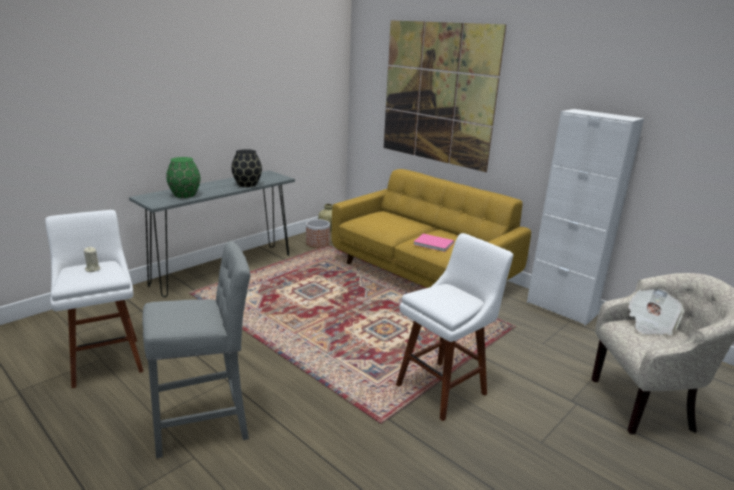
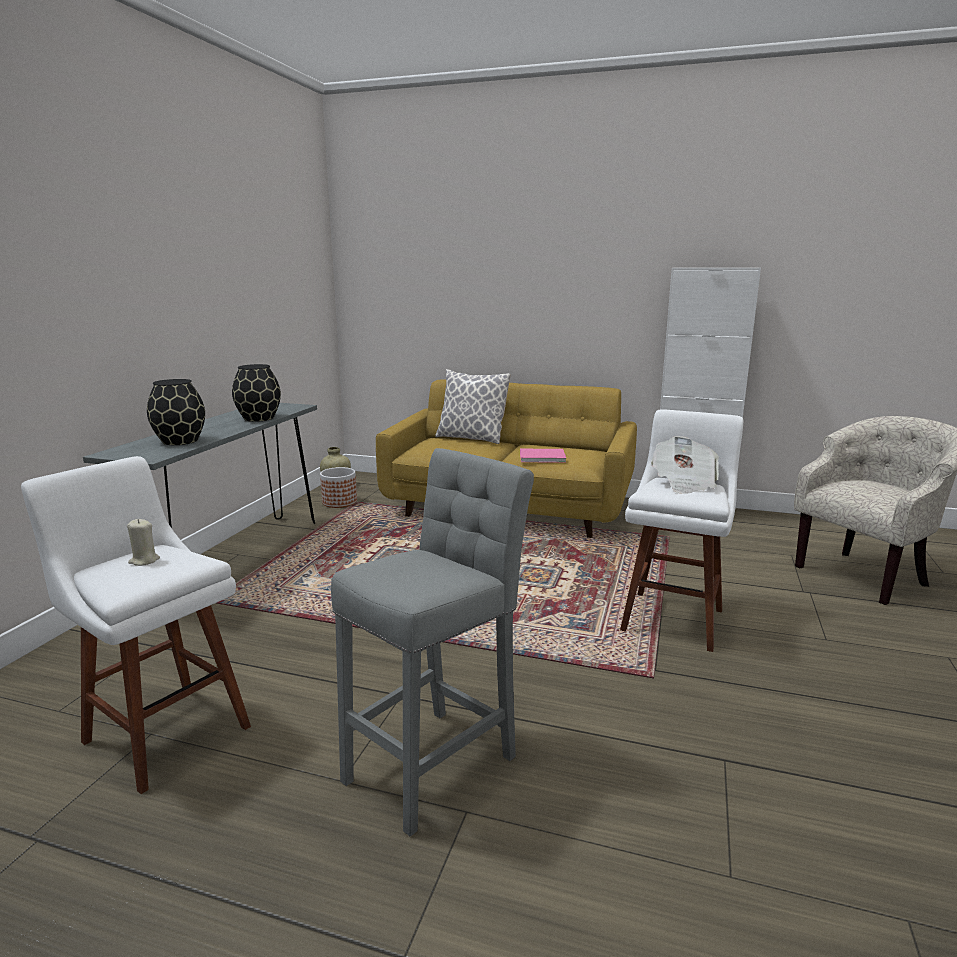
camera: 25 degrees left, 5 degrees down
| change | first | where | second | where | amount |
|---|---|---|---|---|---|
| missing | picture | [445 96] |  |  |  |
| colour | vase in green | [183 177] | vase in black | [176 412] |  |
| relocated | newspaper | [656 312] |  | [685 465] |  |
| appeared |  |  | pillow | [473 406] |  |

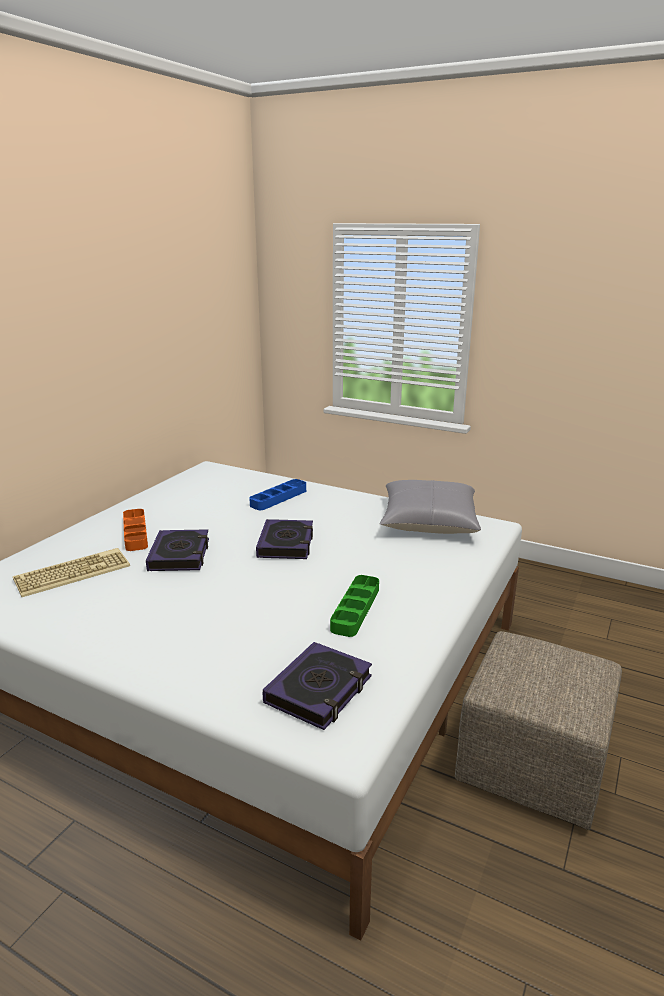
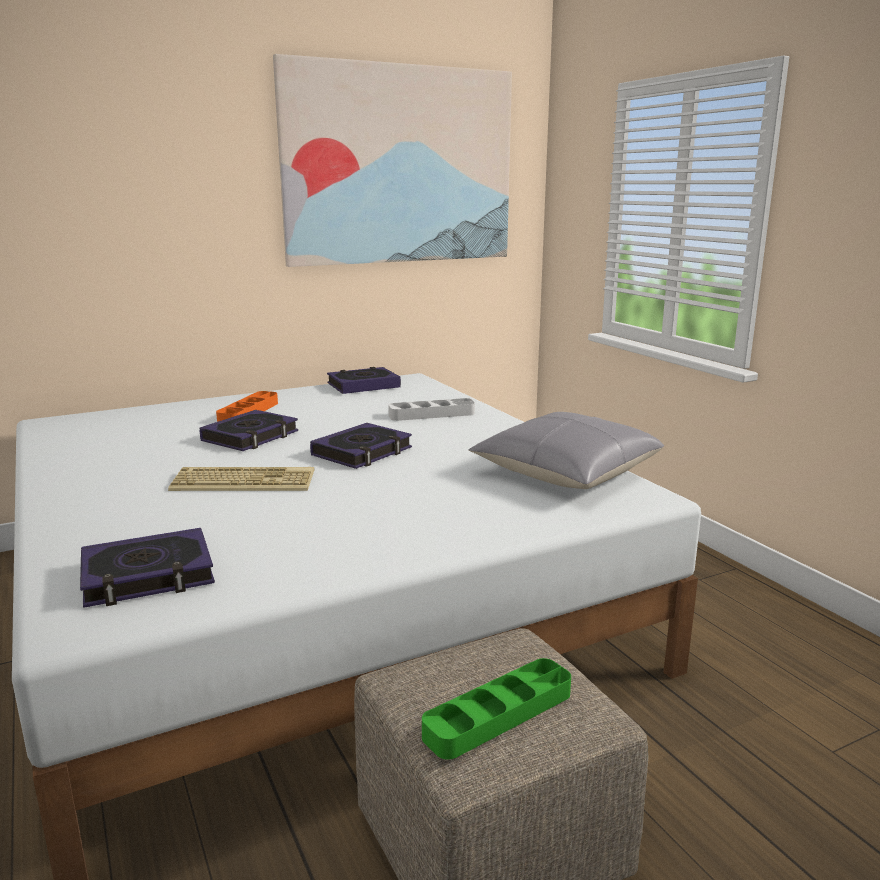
camera: 35 degrees right, 5 degrees down
| change | first | where | second | where | amount |
|---|---|---|---|---|---|
| colour | tray in blue | [277 494] | tray in grey | [431 409] |  |
| relocated | keyboard | [71 572] |  | [241 479] |  |
| relocated | tray in green | [354 606] |  | [496 709] |  |
| appeared |  |  | picture | [392 160] |  |
| appeared |  |  | book | [364 380] |  |

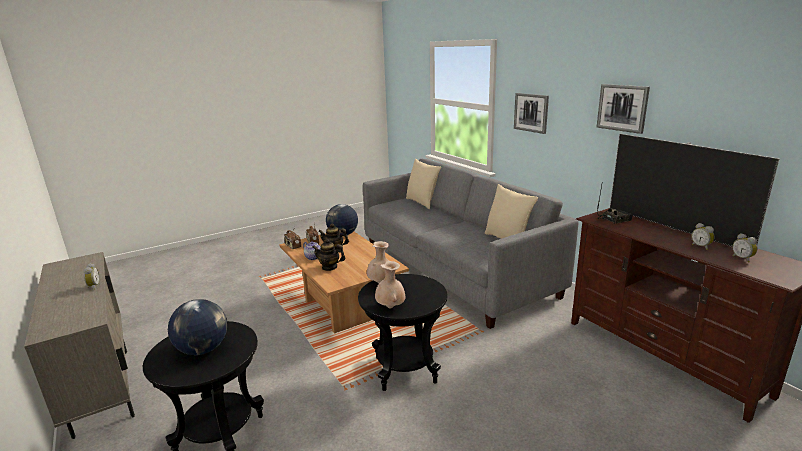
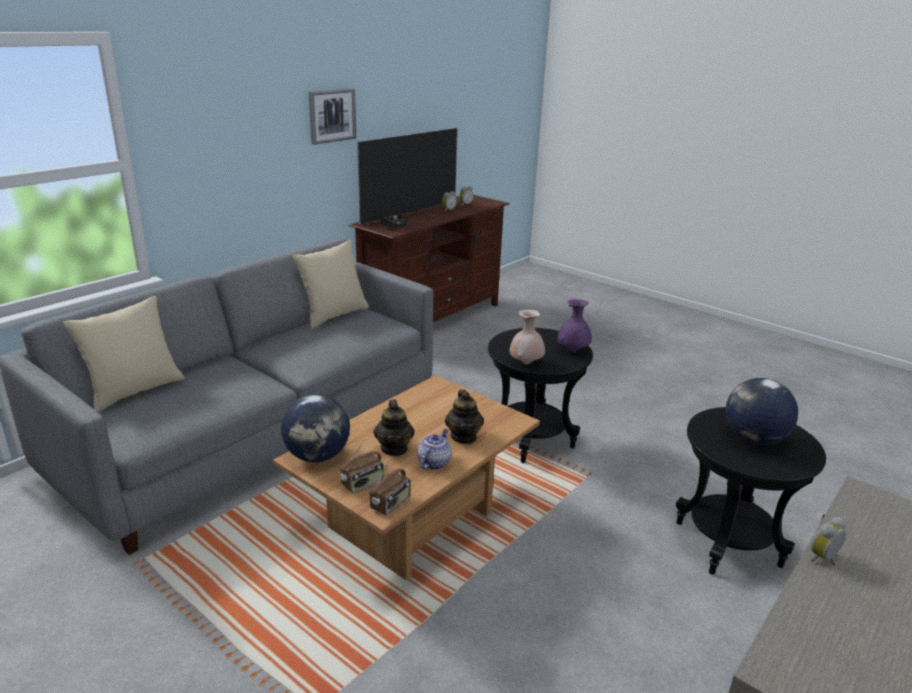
camera: 110 degrees left, 5 degrees up
| change | first | where | second | where | amount |
|---|---|---|---|---|---|
| missing | picture | [531 113] |  |  |  |
| colour | vase in beige | [390 285] | vase in purple | [574 325] |  |

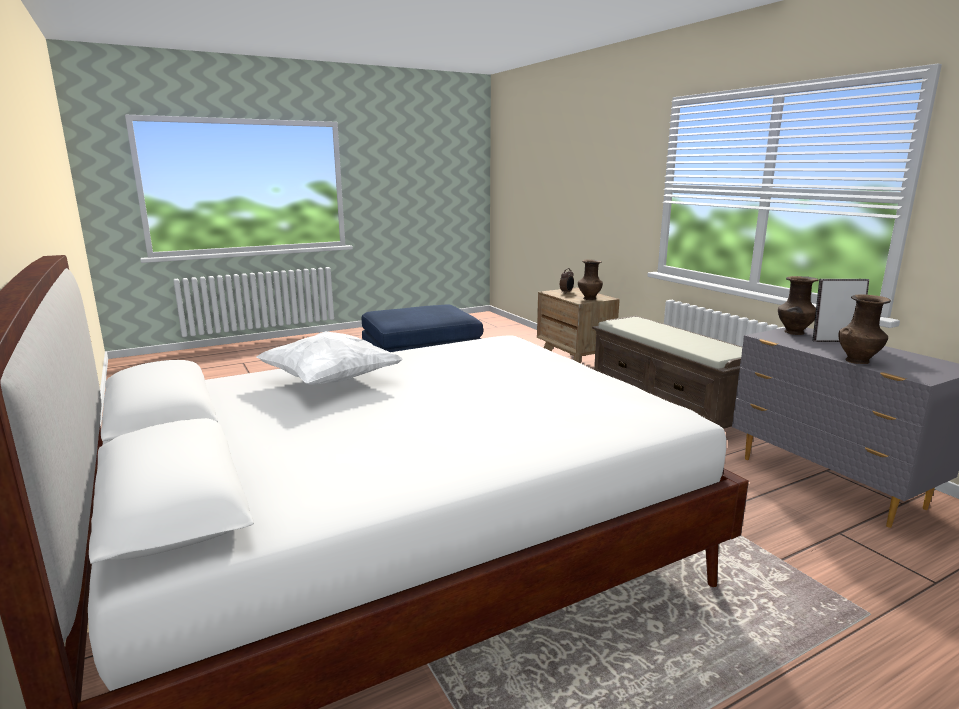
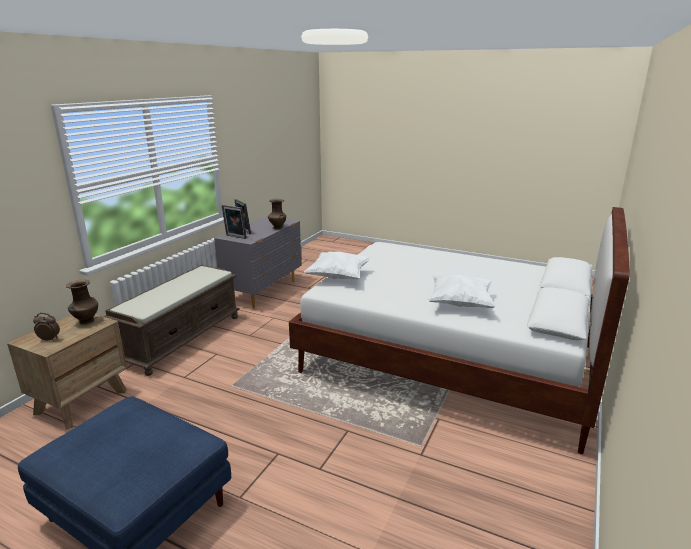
camera: 125 degrees left, 5 degrees up
| change | first | where | second | where | amount |
|---|---|---|---|---|---|
| exchanged | vase in brown | [798 305] | picture frame | [234 222] |  |
| appeared |  |  | pillow in white | [337 265] |  |

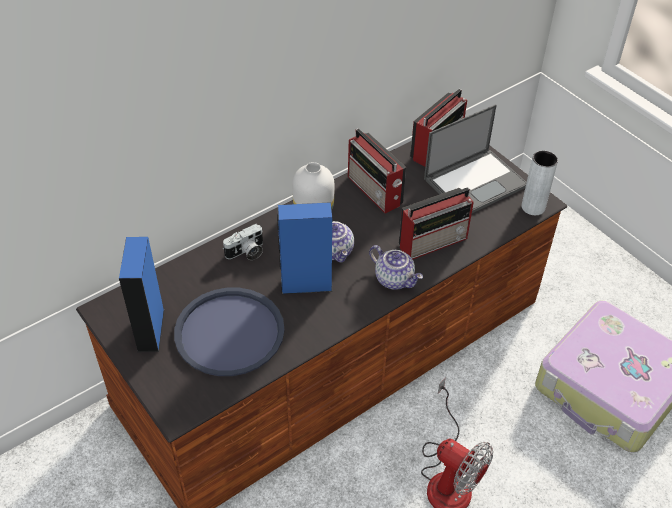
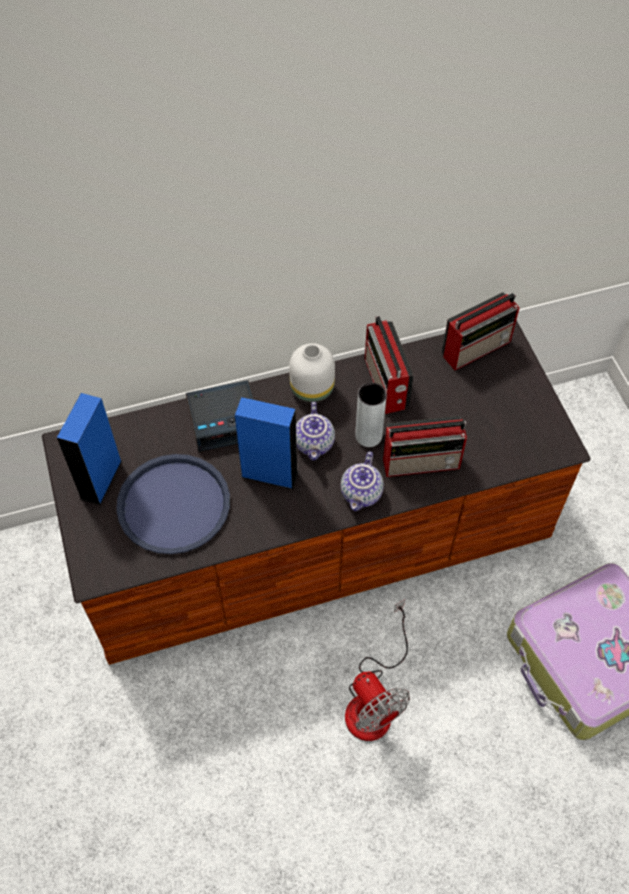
camera: 20 degrees right, 10 degrees up
| change | first | where | second | where | amount |
|---|---|---|---|---|---|
| missing | laptop | [475 158] |  |  |  |
| relocated | vase in grey | [540 183] |  | [371 415] |  |
| exchanged | photo camera | [243 242] | alarm clock | [220 416] |  |
| spun | teapot | [396 267] |  | [362 481] | 45 degrees clockwise |

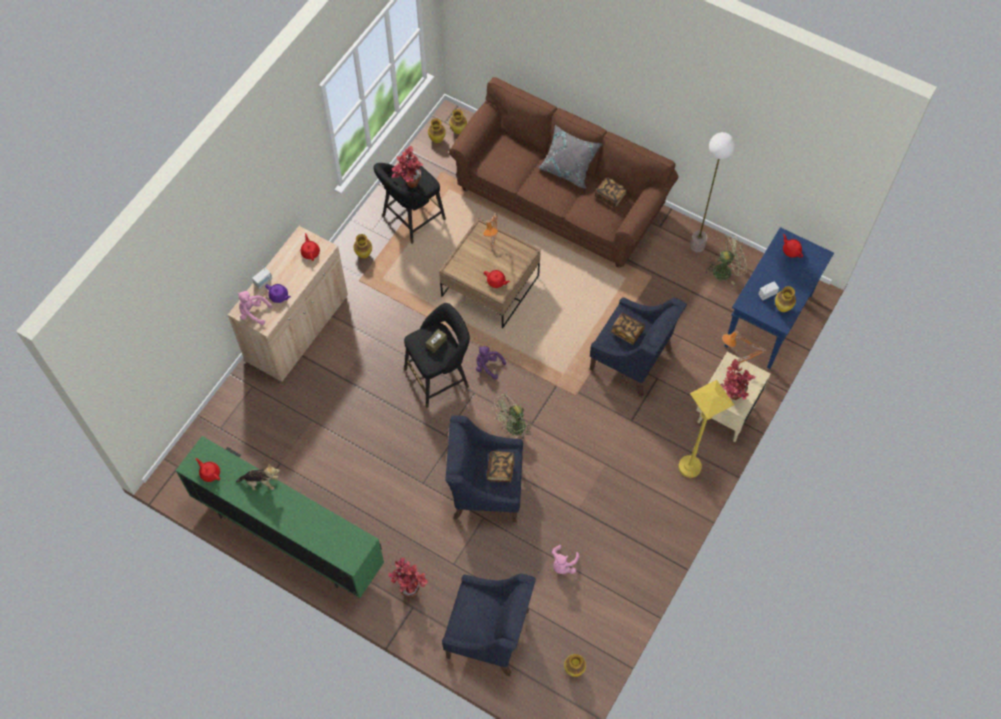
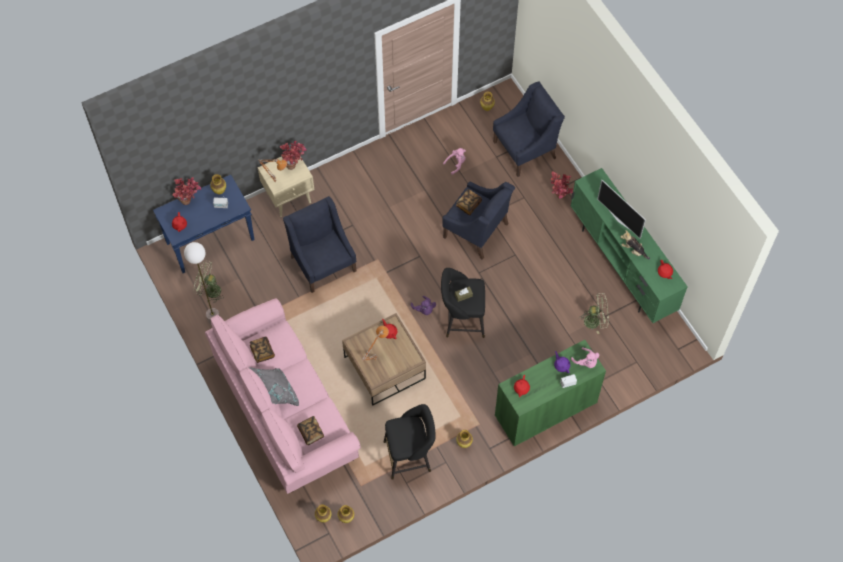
camera: 150 degrees left, 0 degrees up
| change | first | where | second | where | amount |
|---|---|---|---|---|---|
| colour | sofa in brown | [563 172] | sofa in pink | [283 396] |  |
| relocated | potted plant | [407 167] |  | [186 191] |  |
| colour | cabinet in beige | [288 304] | cabinet in green | [550 393] |  |
| relocated | book | [628 328] |  | [310 430] |  |
| missing | floor lamp in yellow | [706 429] |  |  |  |
| relocated | fan in green | [512 417] |  | [594 313] |  |
| spun | armchair in blue | [489 624] |  | [529 129] | 105 degrees clockwise |
| appeared |  |  | television | [621 209] |  |

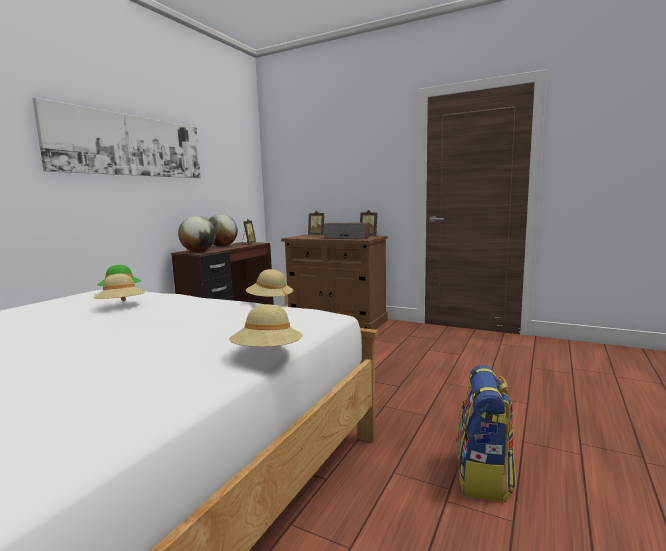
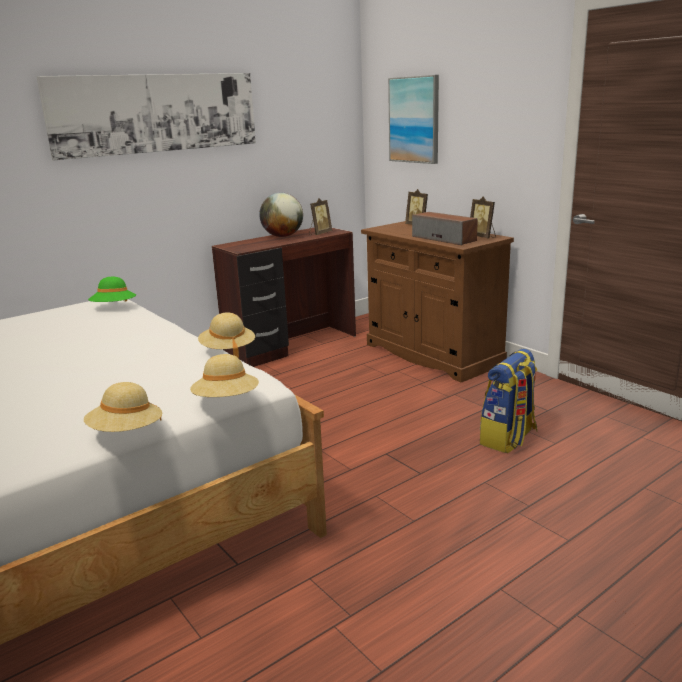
camera: 25 degrees right, 10 degrees up
| change | first | where | second | where | amount |
|---|---|---|---|---|---|
| missing | globe | [197 234] |  |  |  |
| relocated | hat in beige | [119 287] |  | [224 375] |  |
| relocated | backpack | [486 433] |  | [508 401] |  |
| appeared |  |  | picture | [413 119] |  |

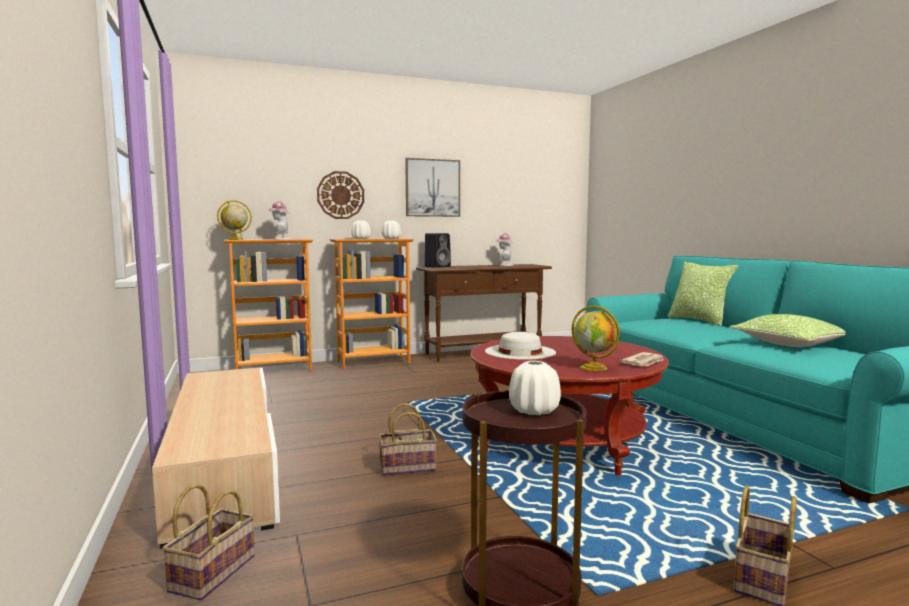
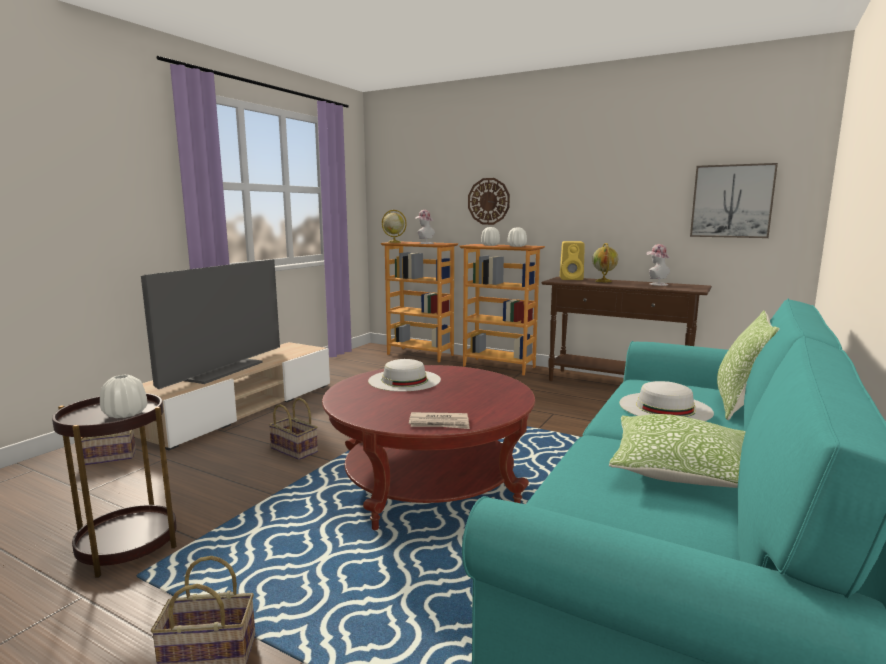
camera: 50 degrees right, 5 degrees up
| change | first | where | second | where | amount |
|---|---|---|---|---|---|
| relocated | picture | [432 187] |  | [734 200] |  |
| colour | speaker in black | [438 250] | speaker in yellow | [572 260] |  |
| relocated | globe | [596 338] |  | [605 262] |  |
| appeared |  |  | television | [210 324] |  |
| appeared |  |  | hat in white | [666 401] |  |

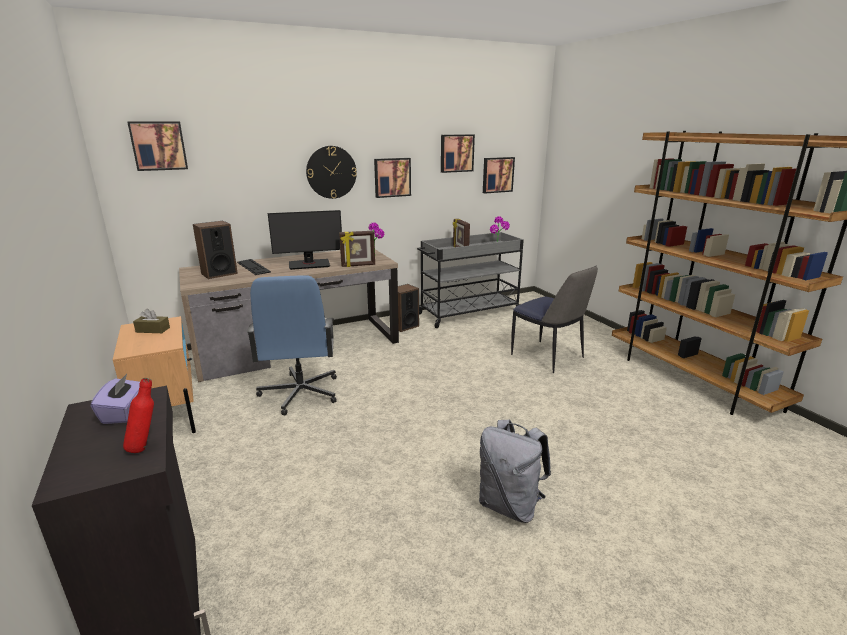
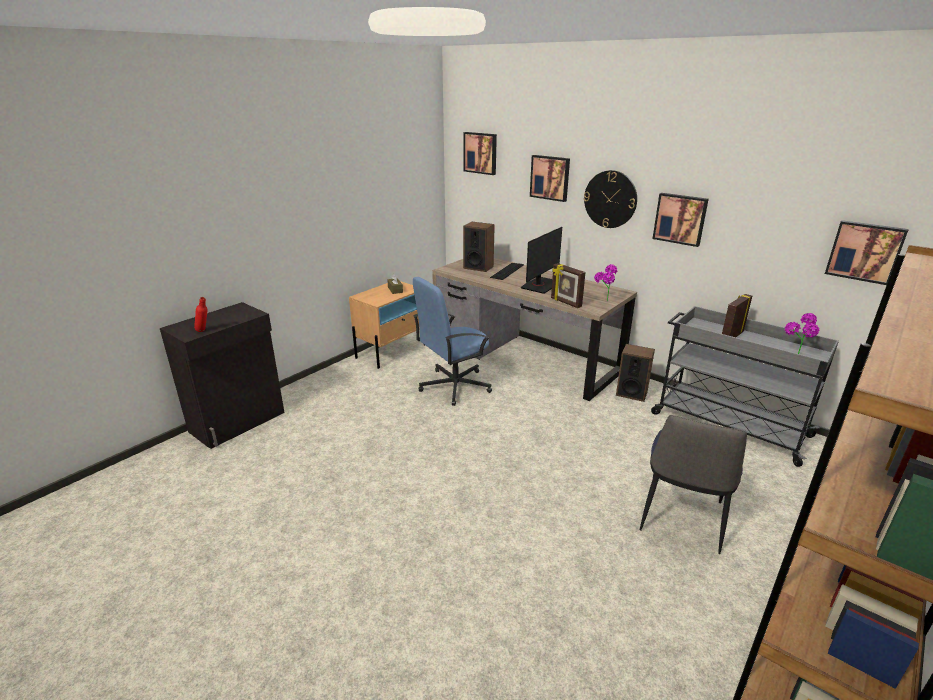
camera: 65 degrees right, 5 degrees up
| change | first | where | second | where | amount |
|---|---|---|---|---|---|
| relocated | picture | [458 153] |  | [550 178] |  |
| spun | monitor | [305 240] |  | [541 260] | 105 degrees counterclockwise |
| missing | tissue box in purple | [115 399] |  |  |  |
| missing | backpack in grey | [515 471] |  |  |  |

